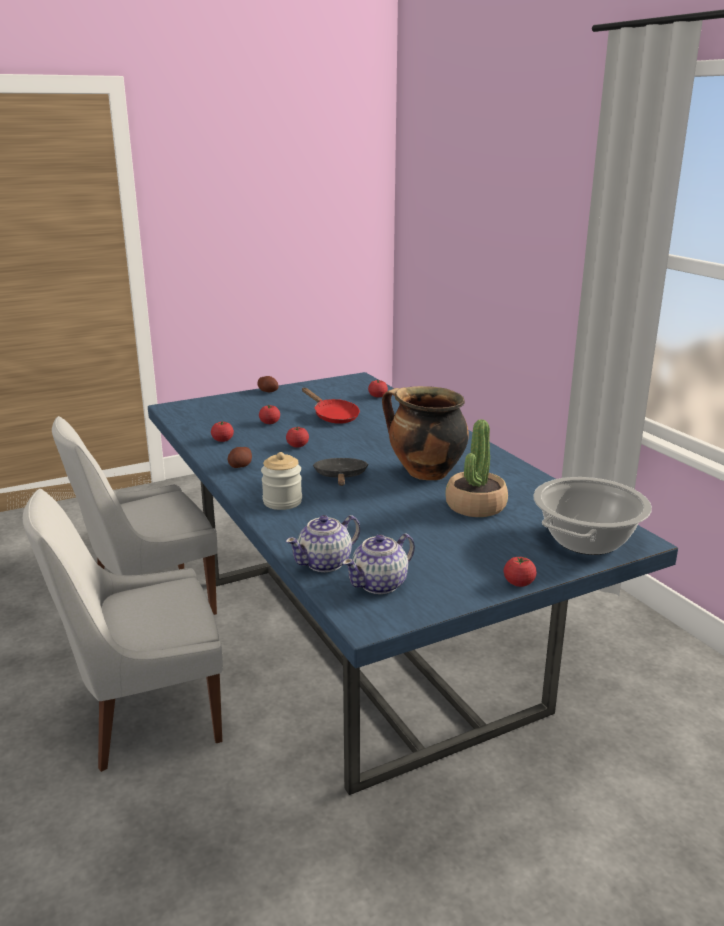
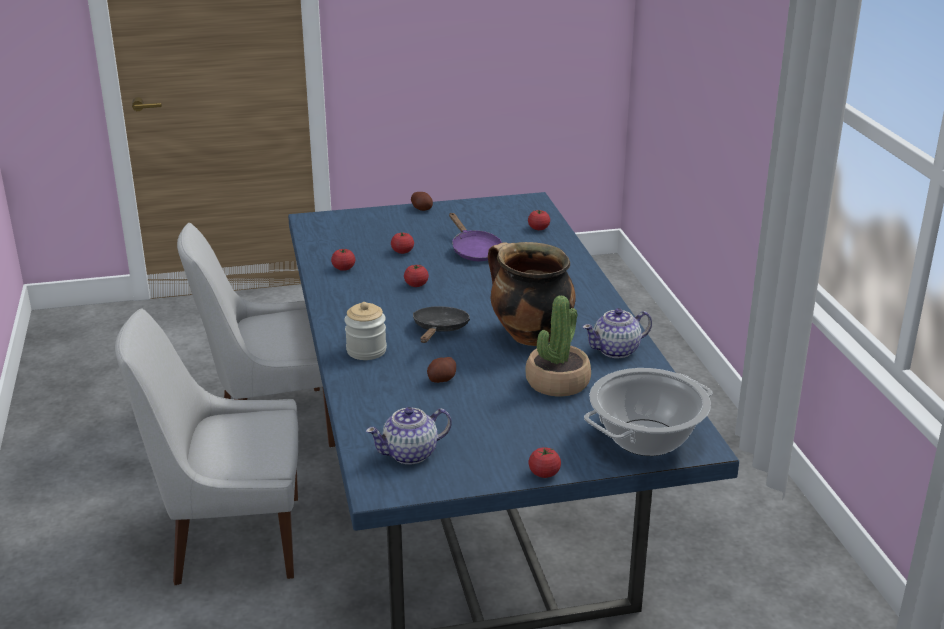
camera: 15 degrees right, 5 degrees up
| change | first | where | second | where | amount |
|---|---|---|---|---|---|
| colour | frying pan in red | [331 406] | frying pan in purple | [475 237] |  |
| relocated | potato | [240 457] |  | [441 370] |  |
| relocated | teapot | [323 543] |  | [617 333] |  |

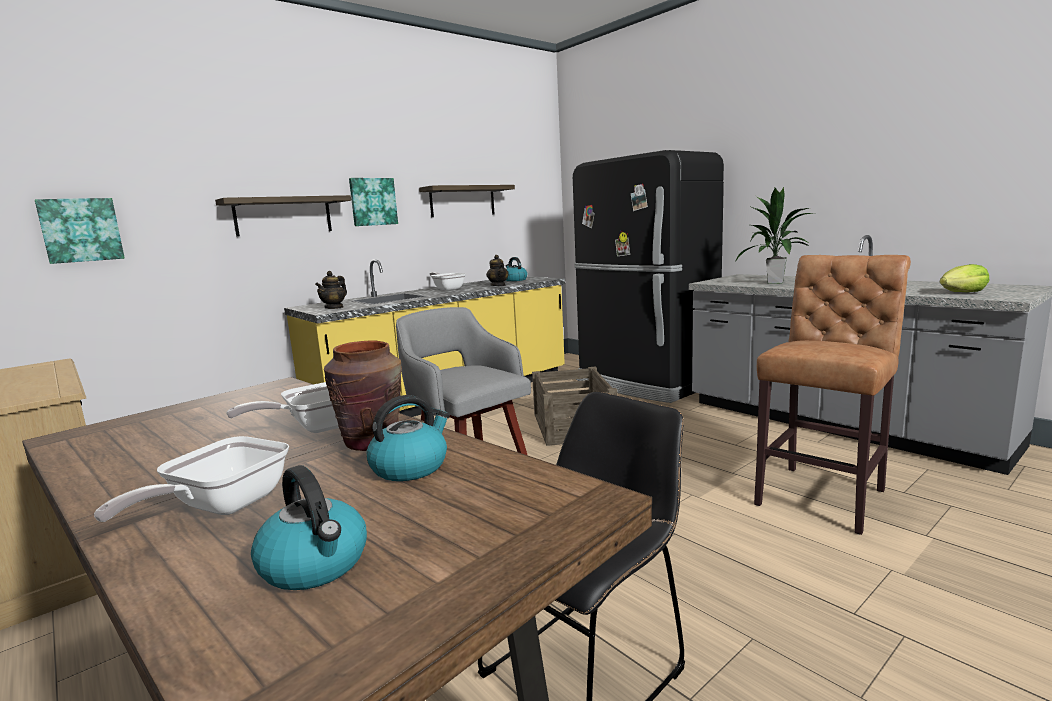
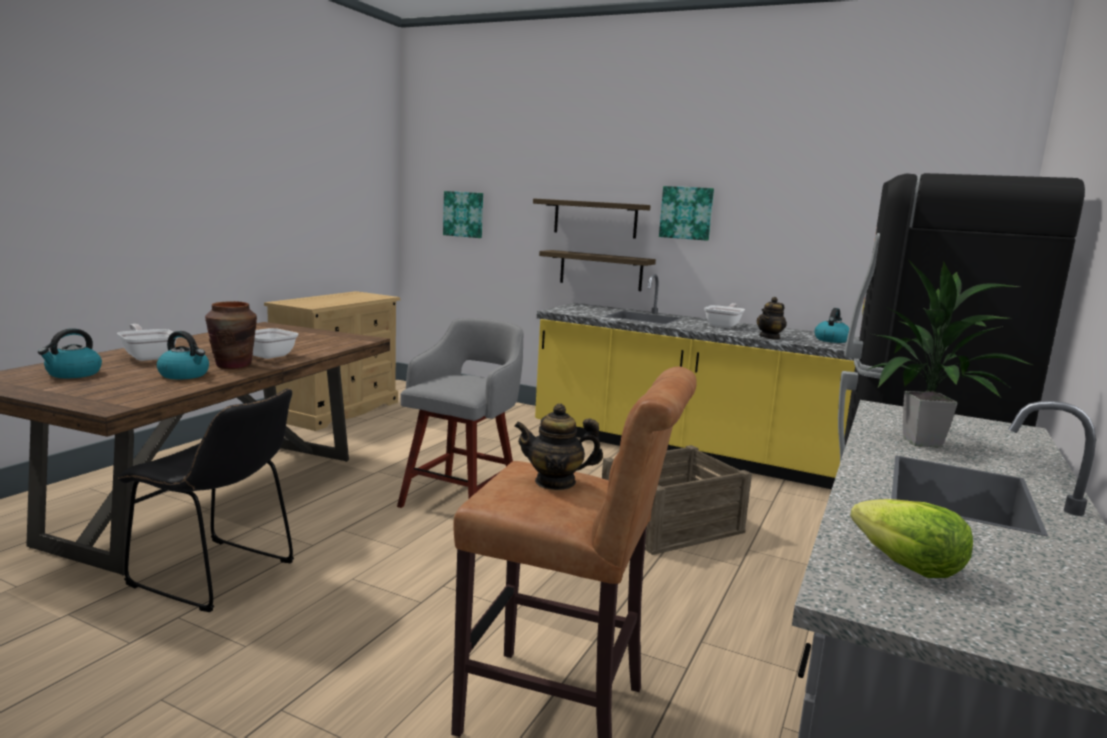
camera: 65 degrees right, 0 degrees up
| change | first | where | second | where | amount |
|---|---|---|---|---|---|
| relocated | shelf | [467 201] |  | [597 270] |  |
| relocated | teapot | [331 290] |  | [558 446] |  |
| spun | frying pan | [191 479] |  | [147 342] | 45 degrees clockwise |

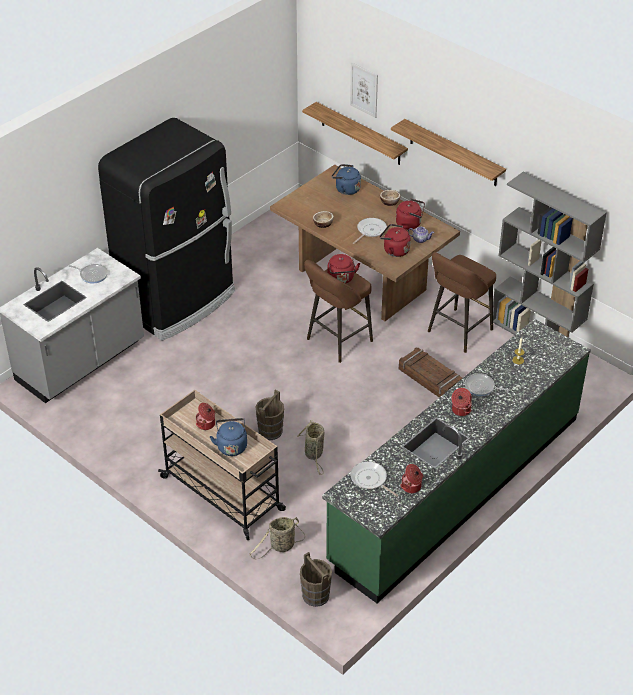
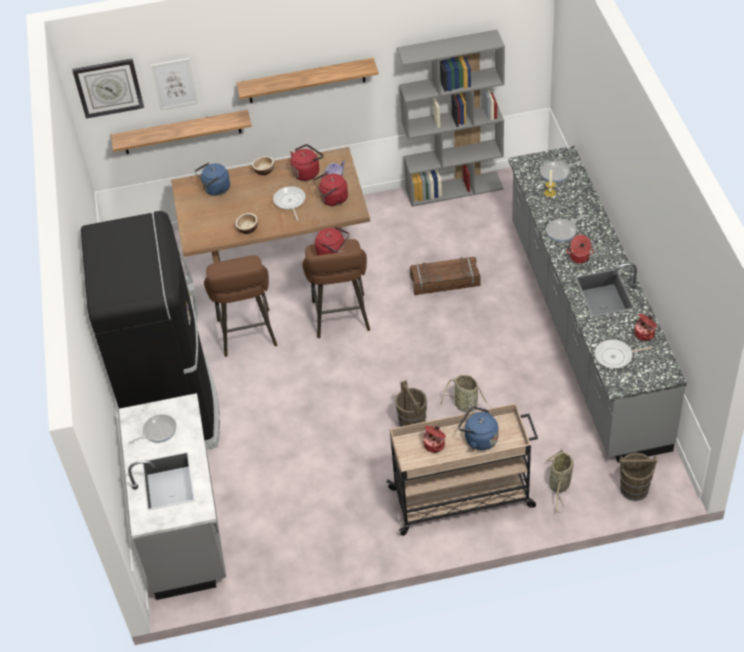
camera: 50 degrees left, 5 degrees up
| change | first | where | second | where | amount |
|---|---|---|---|---|---|
| relocated | stool in brown | [462 302] |  | [240 306] |  |
| colour | counter in green | [456 461] | counter in grey | [598 304] |  |
| appeared |  |  | wall clock | [108 89] |  |
| appeared |  |  | frying pan | [561 171] |  |

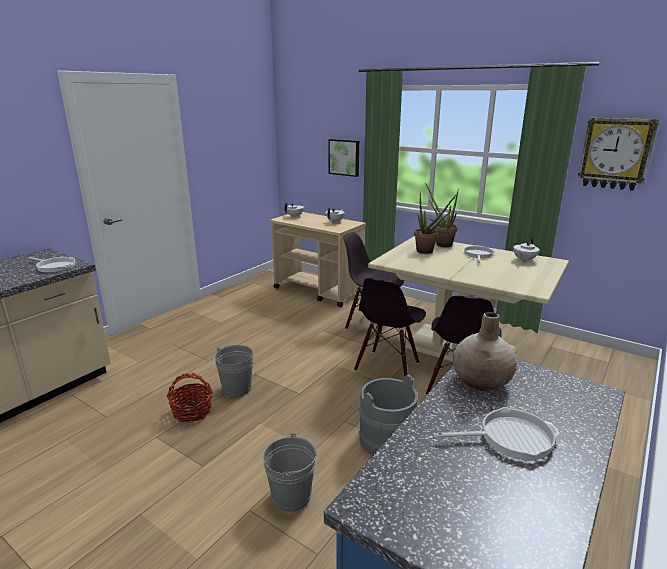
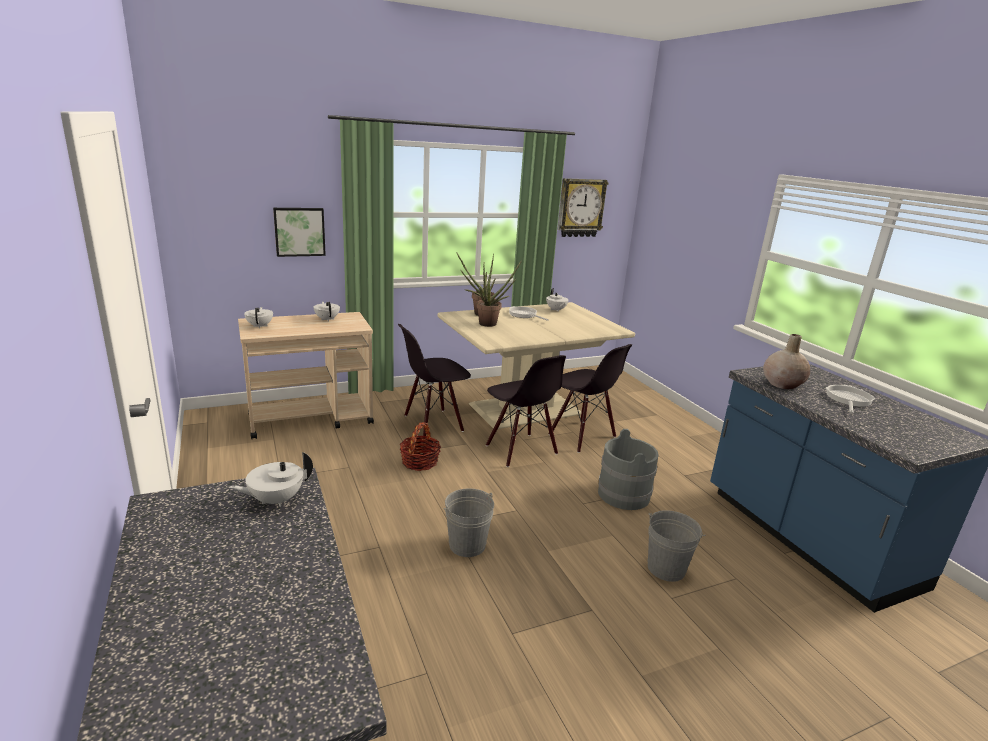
camera: 60 degrees left, 0 degrees up
| change | first | where | second | where | amount |
|---|---|---|---|---|---|
| exchanged | frying pan | [51 265] | teapot in white | [271 479] |  |
| relocated | basket | [190 398] |  | [420 446] |  |

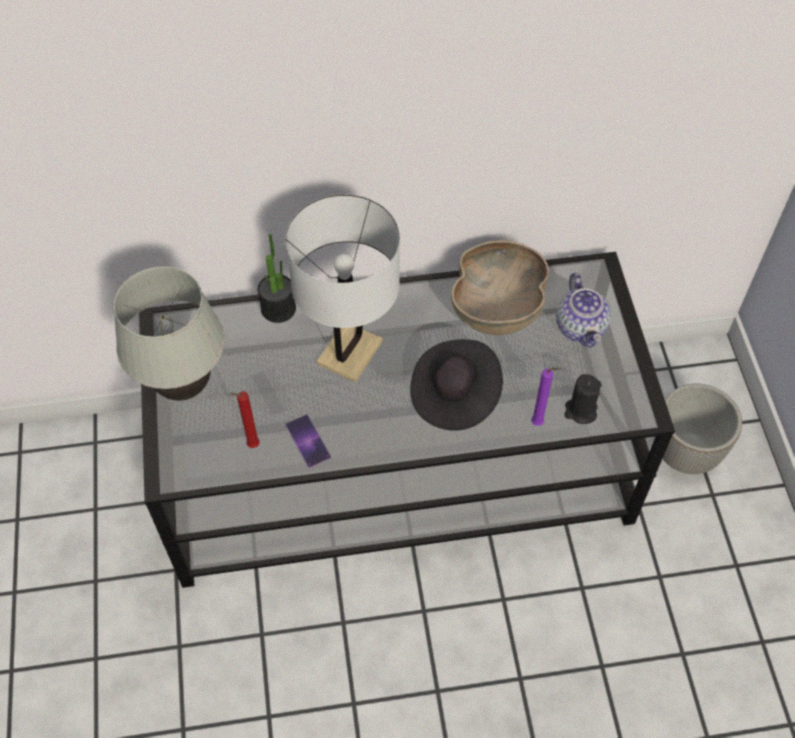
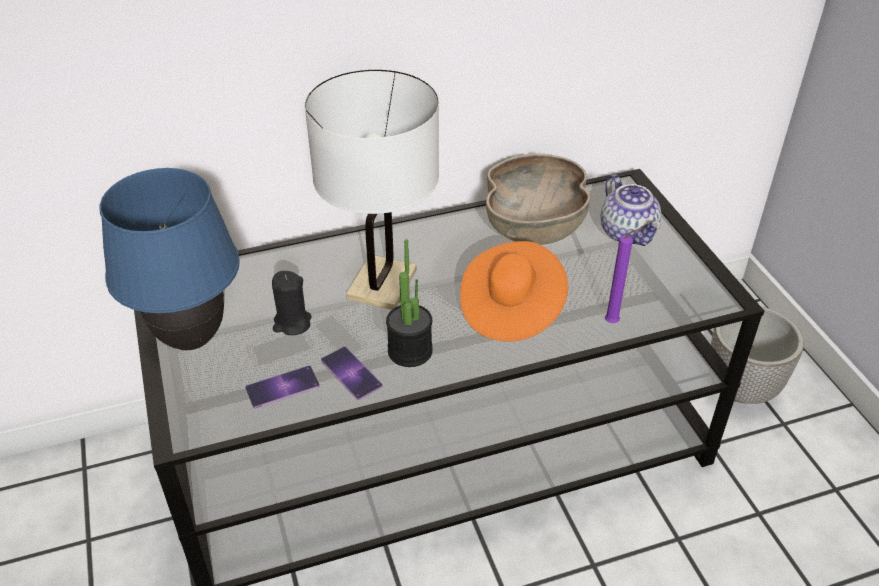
camera: 10 degrees left, 15 degrees down
| change | first | where | second | where | amount |
|---|---|---|---|---|---|
| relocated | potted plant | [276 278] |  | [409 303] |  |
| colour | table lamp in white | [169 333] | table lamp in blue | [169 259] |  |
| colour | hat in black | [456 385] | hat in orange | [514 291] |  |
| relocated | candle in black | [583 399] |  | [291 303] |  |
| exchanged | candle in red | [245 420] | phone | [282 386] |  |

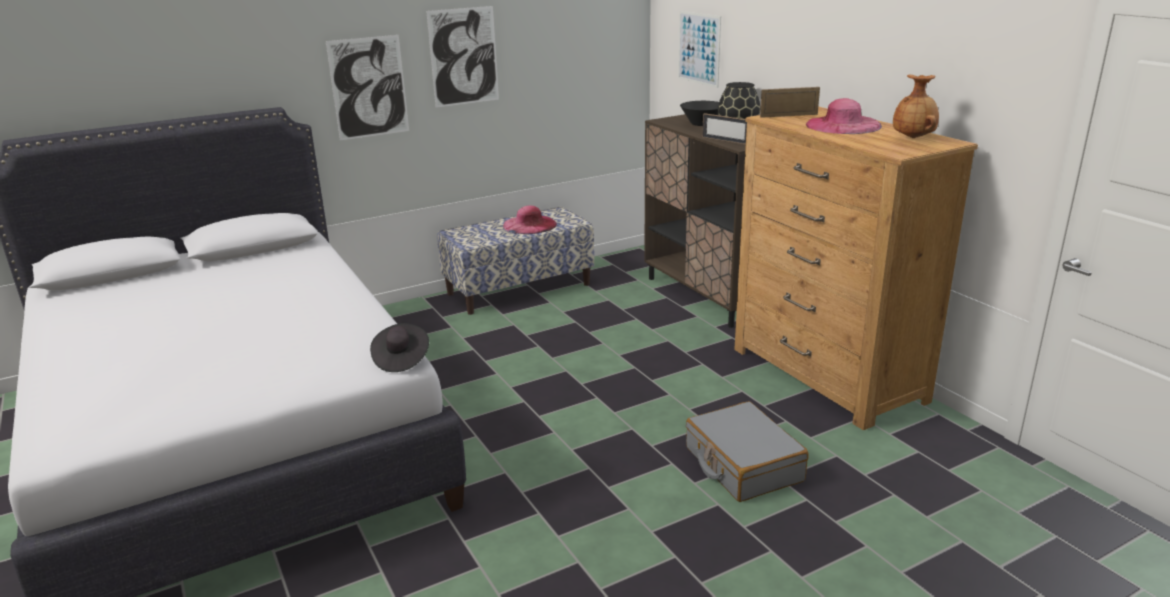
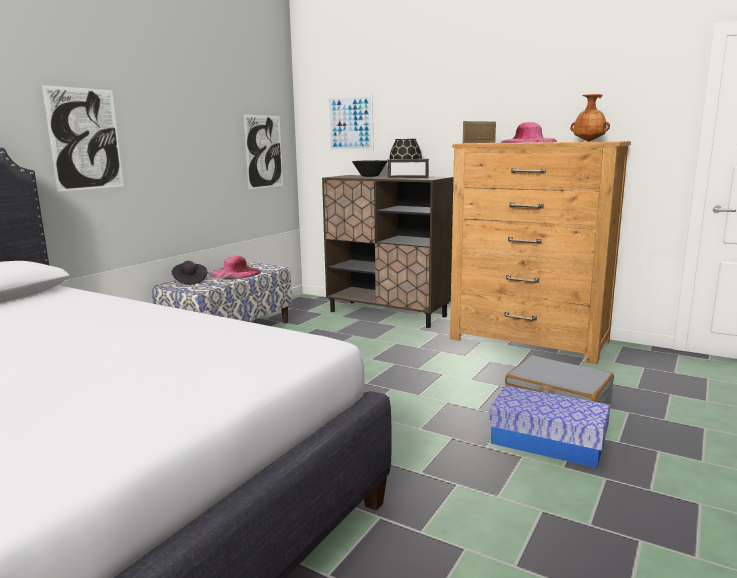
camera: 30 degrees left, 10 degrees down
| change | first | where | second | where | amount |
|---|---|---|---|---|---|
| relocated | picture | [462 57] |  | [263 152] |  |
| relocated | hat in black | [399 347] |  | [189 273] |  |
| appeared |  |  | storage box | [549 427] |  |

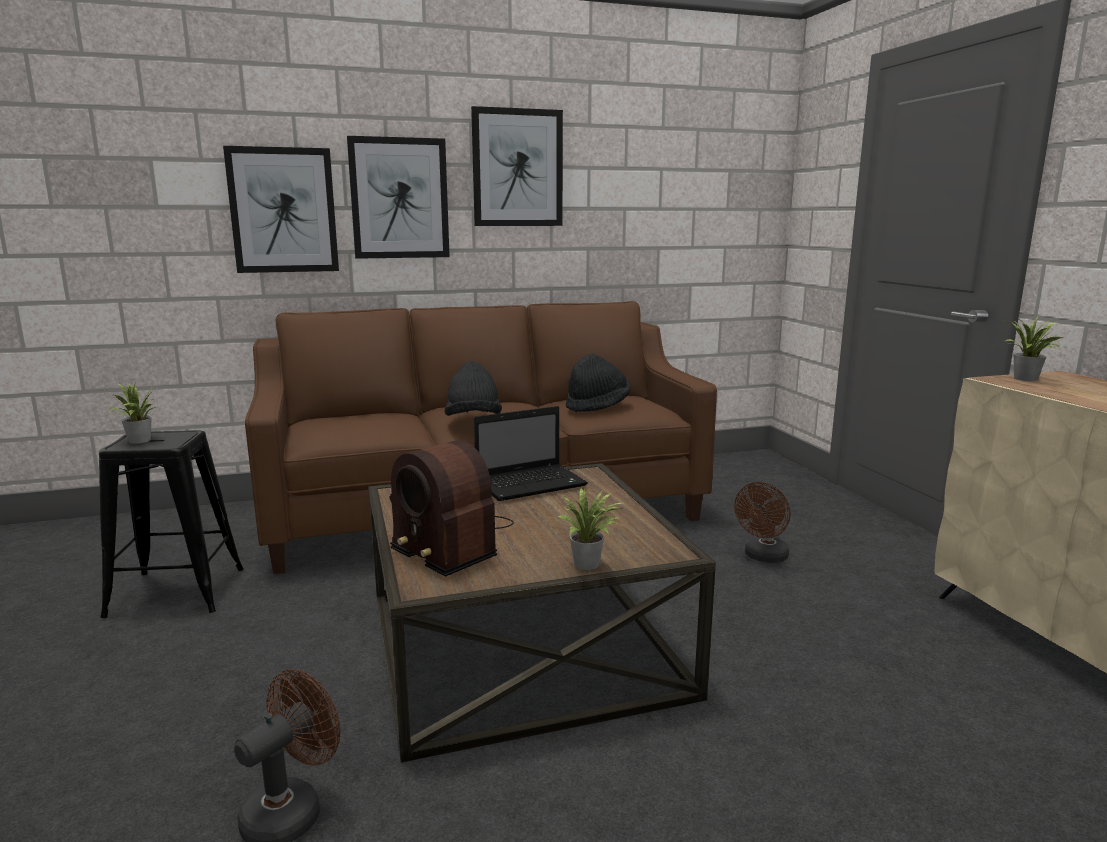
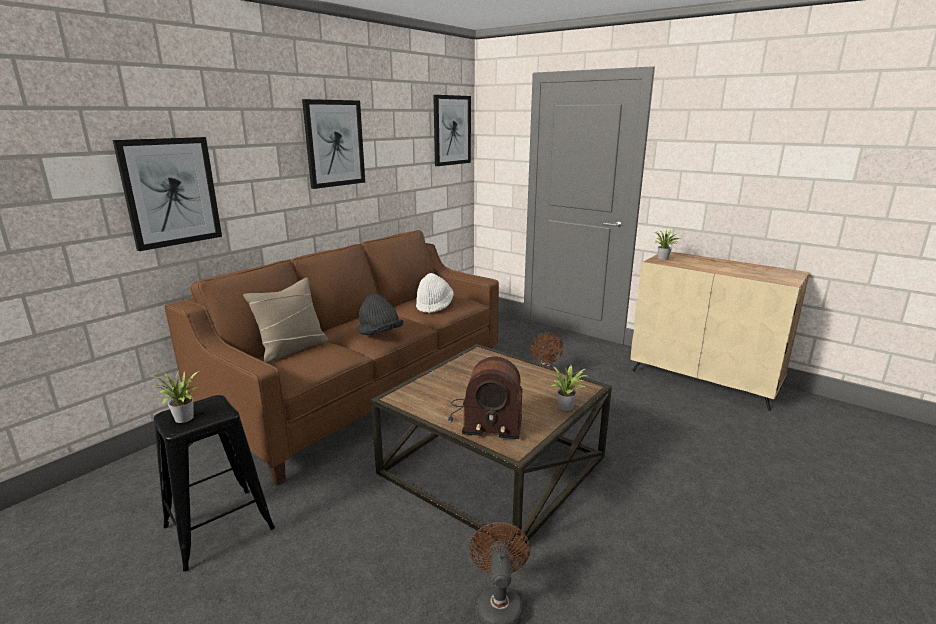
camera: 35 degrees left, 5 degrees up
| change | first | where | second | where | amount |
|---|---|---|---|---|---|
| relocated | picture | [398 197] |  | [452 130] |  |
| colour | hat in black | [598 383] | hat in white | [435 293] |  |
| missing | laptop | [531 453] |  |  |  |
| appeared |  |  | pillow in beige | [285 321] |  |

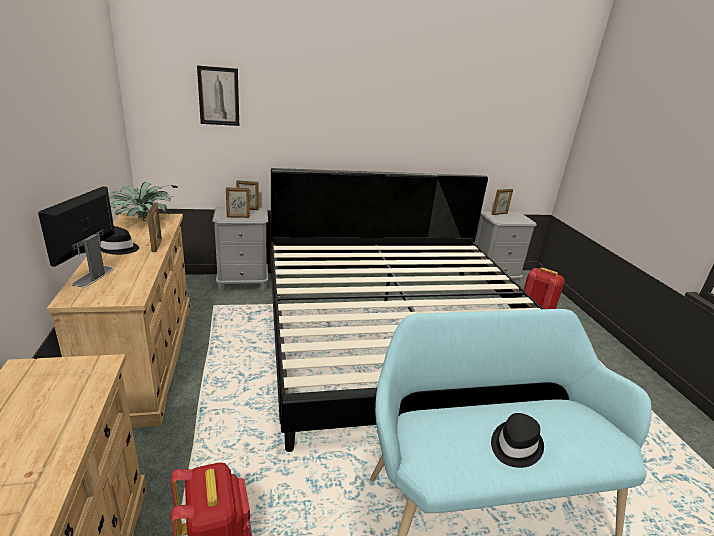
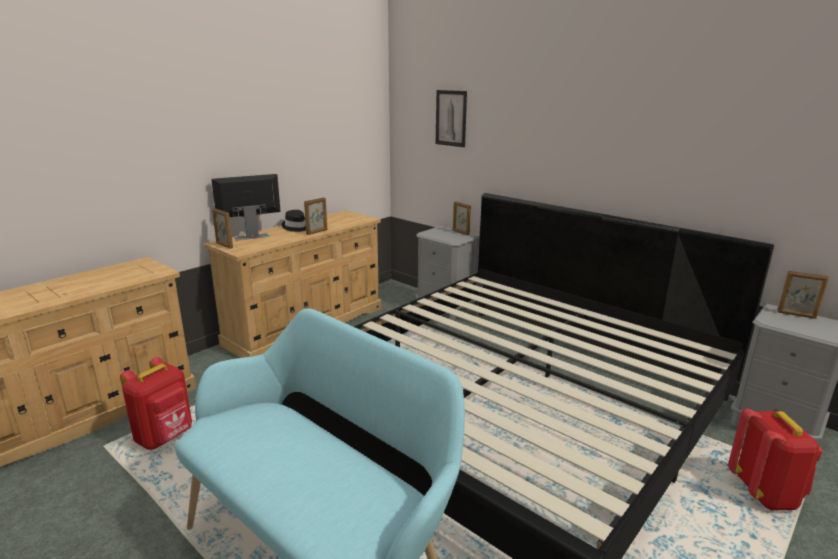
camera: 55 degrees right, 5 degrees down
| change | first | where | second | where | amount |
|---|---|---|---|---|---|
| missing | potted plant | [143 201] |  |  |  |
| relocated | picture frame | [238 202] |  | [222 228] |  |
| missing | hat in black | [517 440] |  |  |  |

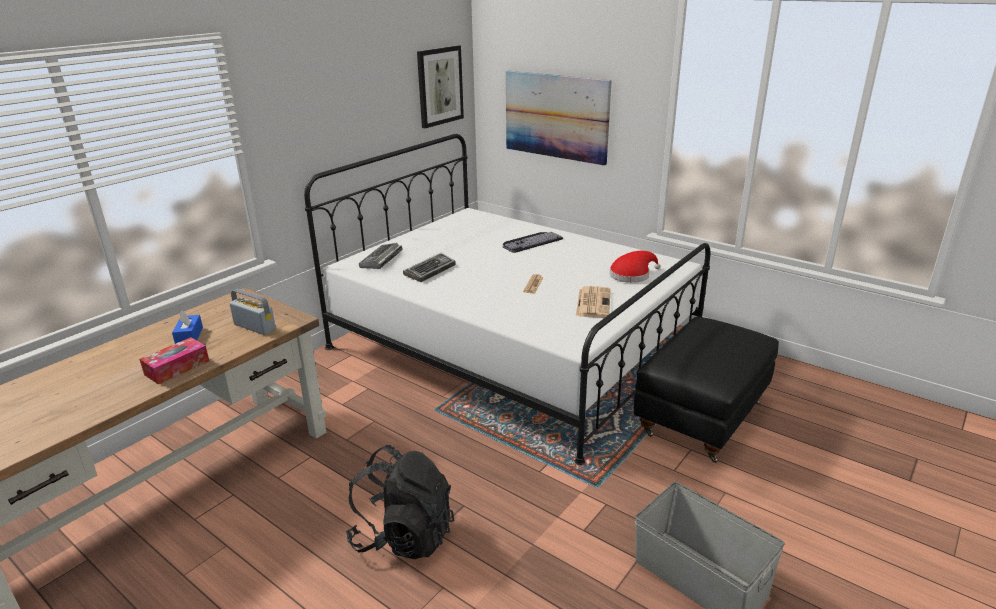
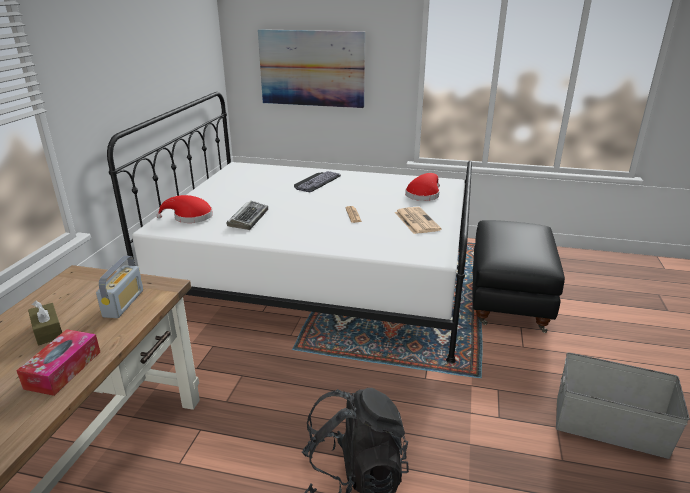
camera: 25 degrees left, 0 degrees up
| change | first | where | second | where | amount |
|---|---|---|---|---|---|
| missing | picture | [440 86] |  |  |  |
| exchanged | keyboard | [381 256] | hat in red | [184 209] |  |
| spun | radio | [252 312] |  | [119 287] | 90 degrees clockwise |
| colour | tissue box in blue | [187 327] | tissue box in brown | [45 323] |  |

